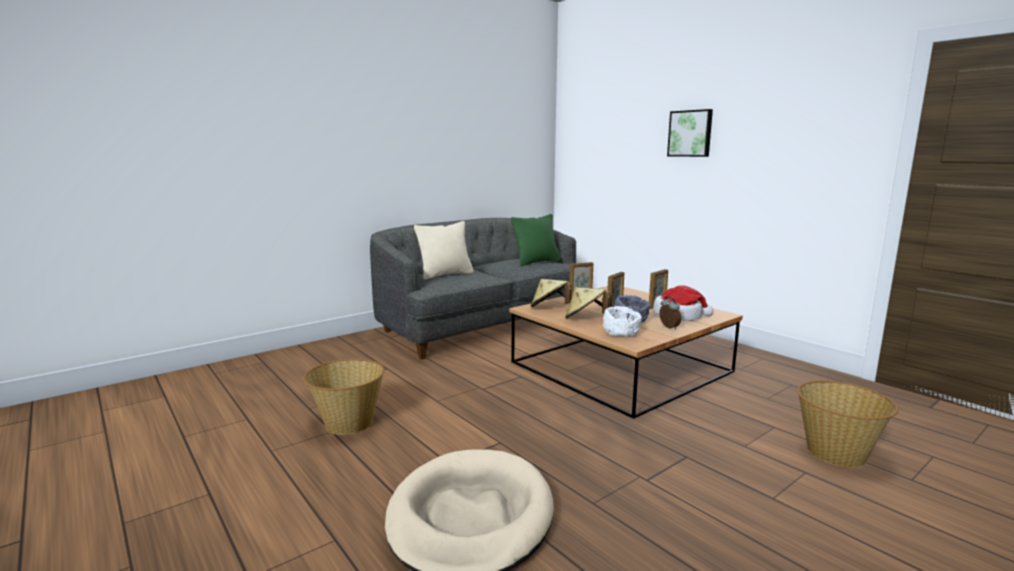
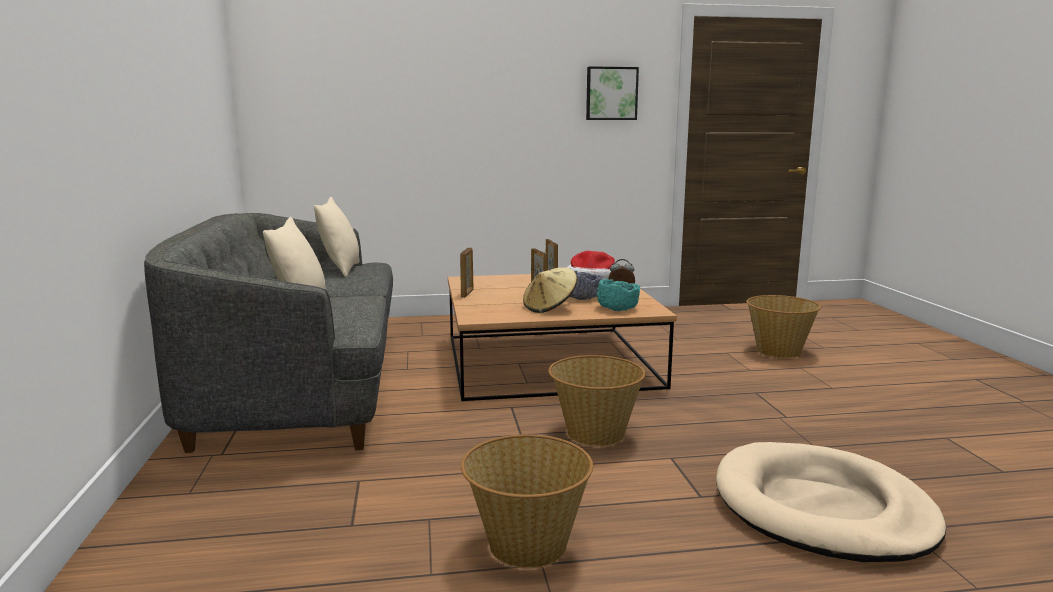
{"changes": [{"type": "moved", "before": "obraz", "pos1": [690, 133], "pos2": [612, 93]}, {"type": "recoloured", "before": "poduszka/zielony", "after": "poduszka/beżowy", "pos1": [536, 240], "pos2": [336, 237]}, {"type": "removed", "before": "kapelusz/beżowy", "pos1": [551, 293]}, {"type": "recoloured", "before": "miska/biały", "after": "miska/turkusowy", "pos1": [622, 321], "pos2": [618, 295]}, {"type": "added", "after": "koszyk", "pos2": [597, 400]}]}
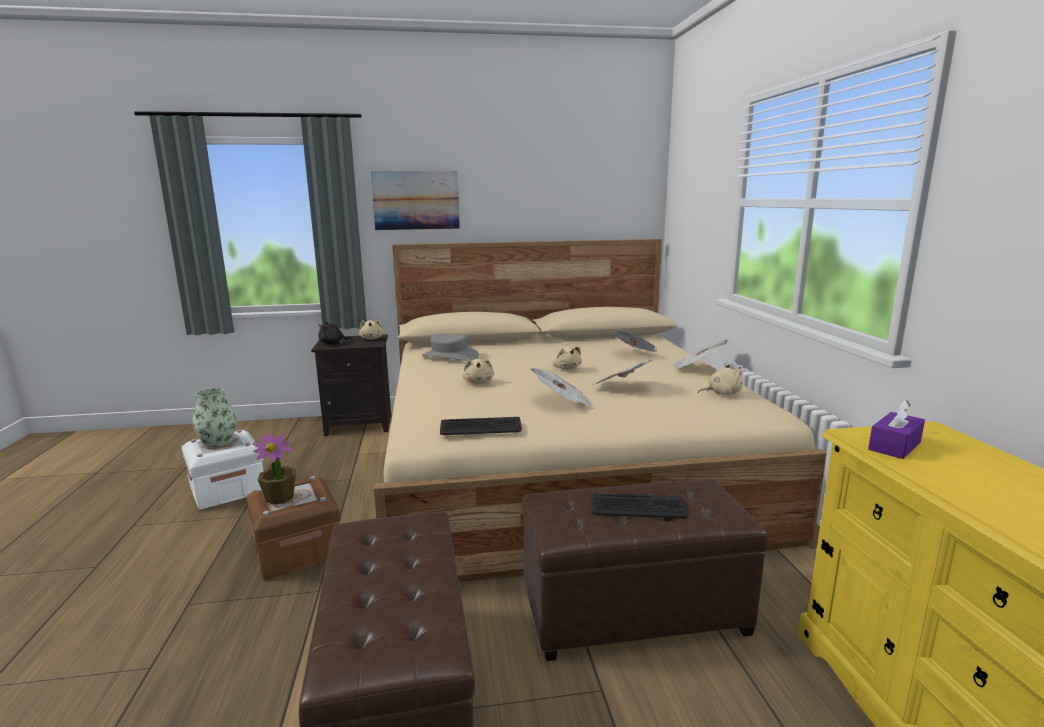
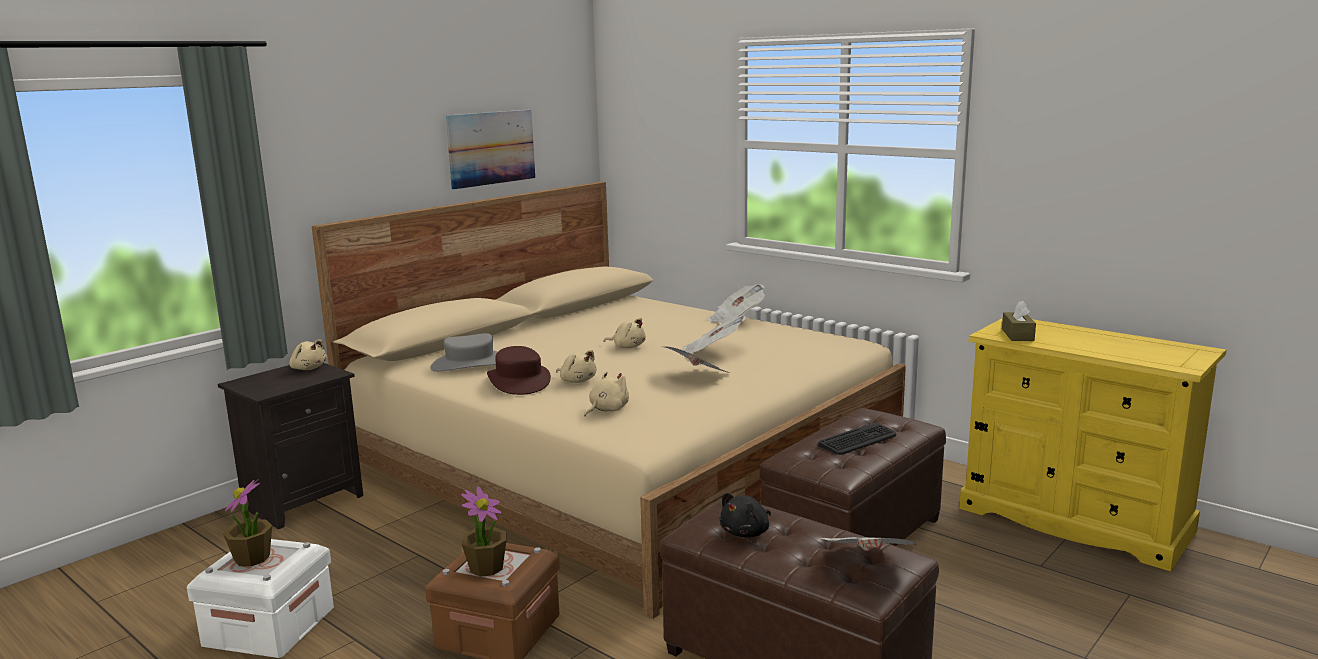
{"changes": [{"type": "moved", "before": "obraz", "pos1": [415, 200], "pos2": [490, 150]}, {"type": "moved", "before": "pluszak/czarny", "pos1": [335, 333], "pos2": [745, 515]}, {"type": "moved", "before": "gazeta", "pos1": [633, 341], "pos2": [868, 544]}, {"type": "moved", "before": "pluszak/beżowy", "pos1": [720, 379], "pos2": [606, 394]}, {"type": "replaced", "before": "wazon", "after": "roślina doniczkowa", "pos1": [215, 418], "pos2": [247, 522]}, {"type": "recoloured", "before": "pudełko chusteczek/fioletowy", "after": "pudełko chusteczek/brązowy", "pos1": [896, 429], "pos2": [1019, 320]}, {"type": "removed", "before": "klawiatura", "pos1": [481, 426]}, {"type": "added", "after": "kapelusz/brązowy", "pos2": [519, 370]}]}
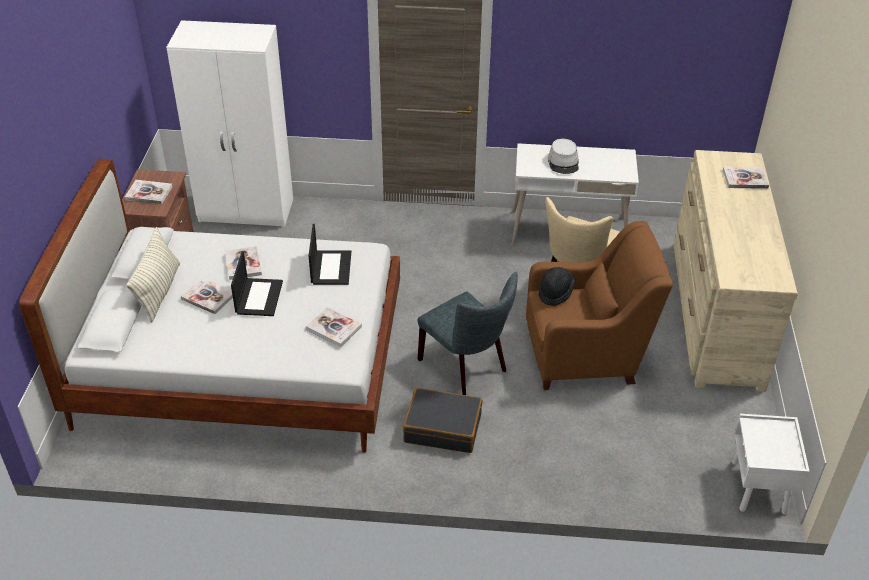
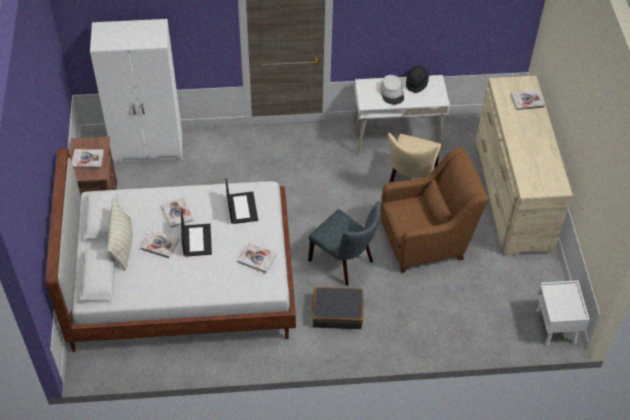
{"changes": [{"type": "moved", "before": "kapelusz/czarny", "pos1": [557, 286], "pos2": [417, 79]}]}
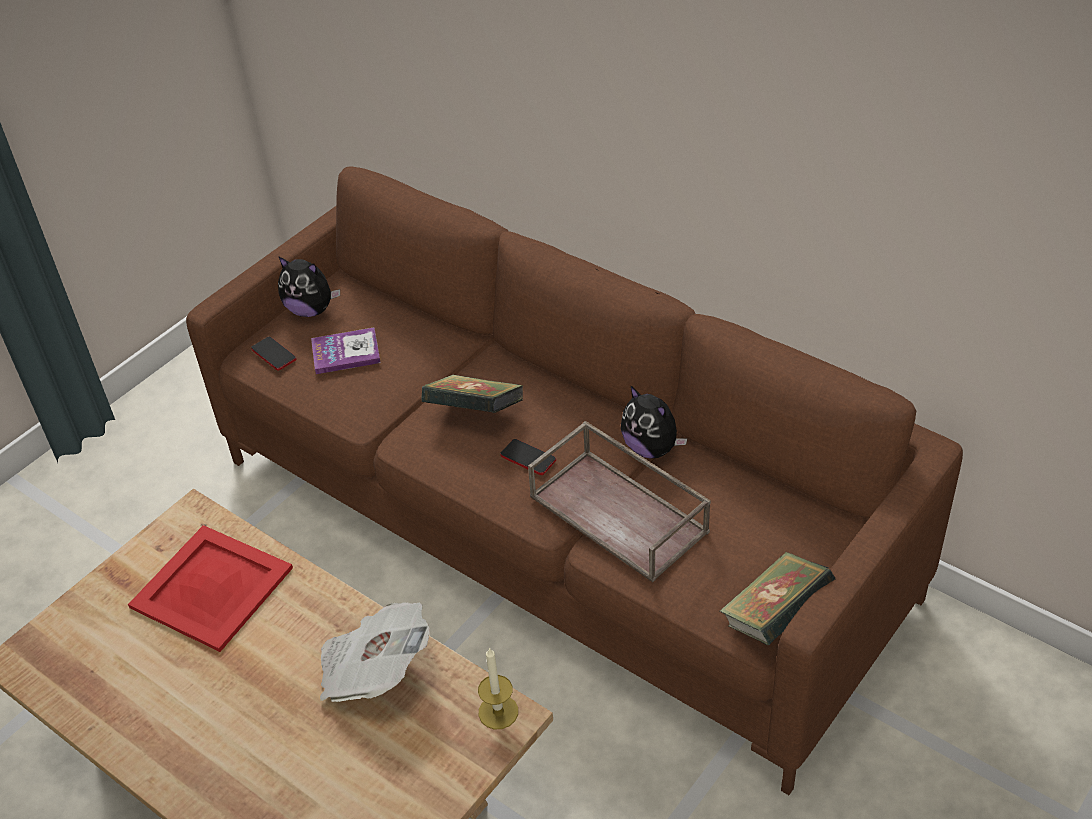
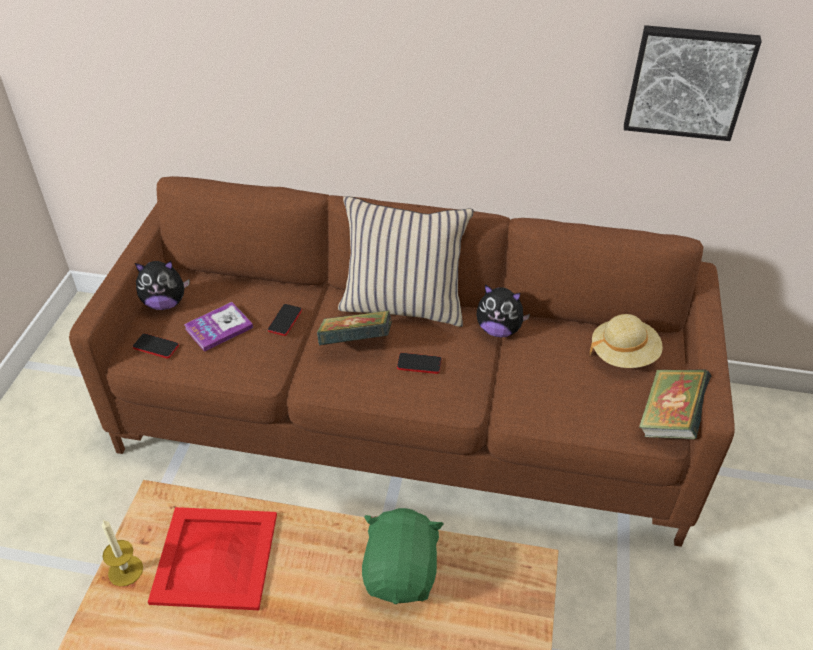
{"changes": [{"type": "removed", "before": "taca/brązowy", "pos1": [619, 501]}, {"type": "replaced", "before": "gazeta", "after": "pluszak/zielony", "pos1": [375, 652], "pos2": [402, 556]}, {"type": "moved", "before": "świeca", "pos1": [498, 688], "pos2": [122, 552]}, {"type": "added", "after": "obraz", "pos2": [693, 83]}, {"type": "added", "after": "poduszka/beżowy", "pos2": [406, 261]}, {"type": "added", "after": "telefon", "pos2": [285, 320]}, {"type": "added", "after": "kapelusz/beżowy", "pos2": [626, 341]}]}
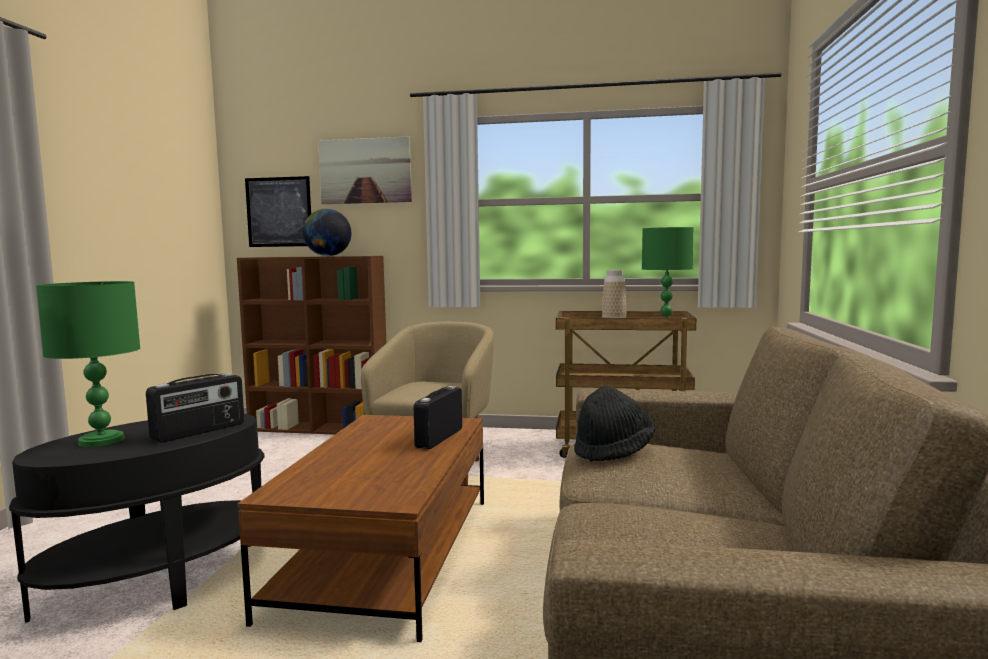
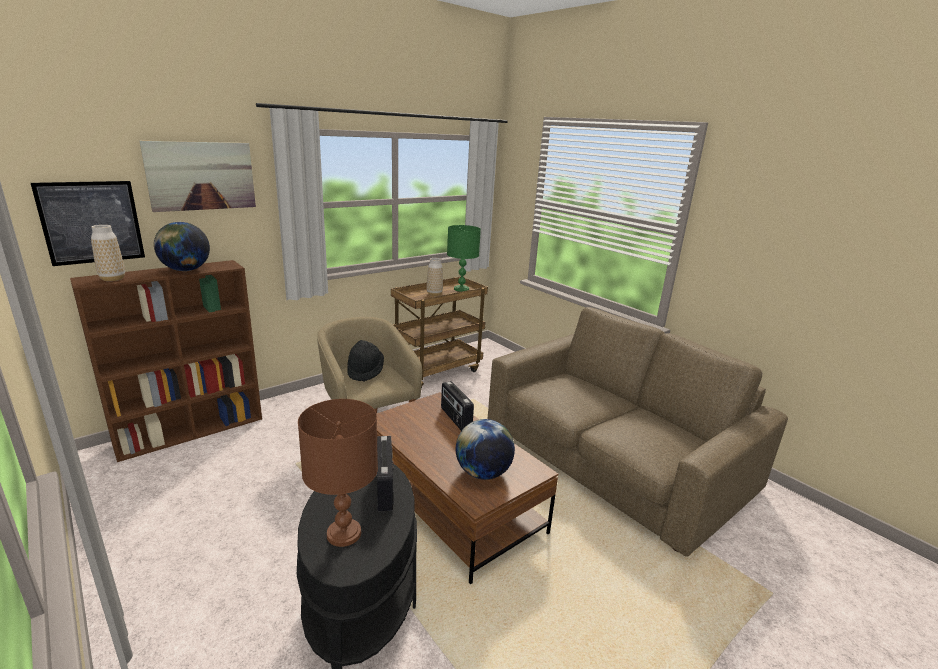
{"changes": [{"type": "recoloured", "before": "lampa stołowa/zielony", "after": "lampa stołowa/brązowy", "pos1": [88, 364], "pos2": [338, 473]}, {"type": "moved", "before": "kapelusz/czarny", "pos1": [614, 423], "pos2": [365, 361]}, {"type": "added", "after": "wazon", "pos2": [108, 253]}, {"type": "added", "after": "globus", "pos2": [485, 449]}]}
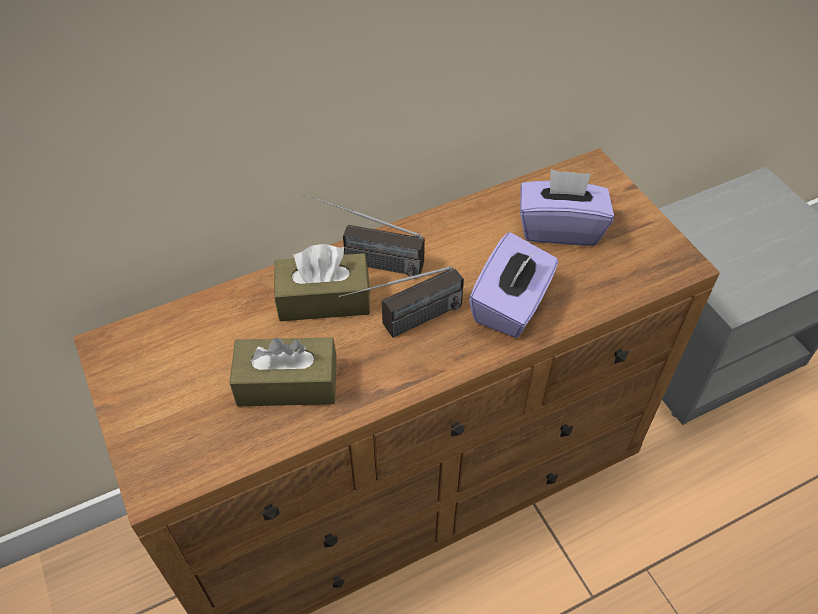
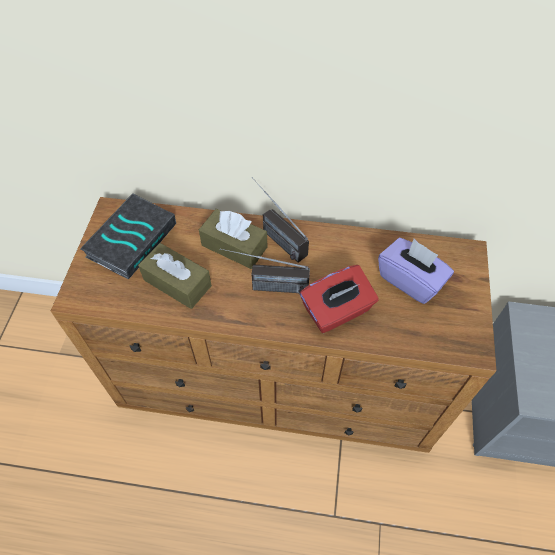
{"changes": [{"type": "recoloured", "before": "pudełko chusteczek/fioletowy", "after": "pudełko chusteczek/czerwony", "pos1": [513, 285], "pos2": [339, 299]}, {"type": "added", "after": "książka", "pos2": [128, 236]}]}
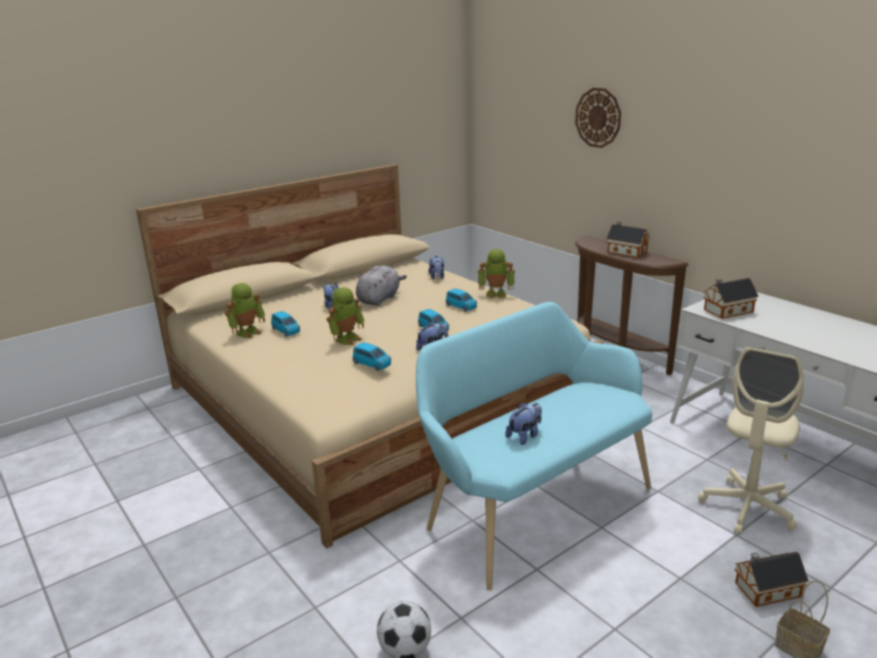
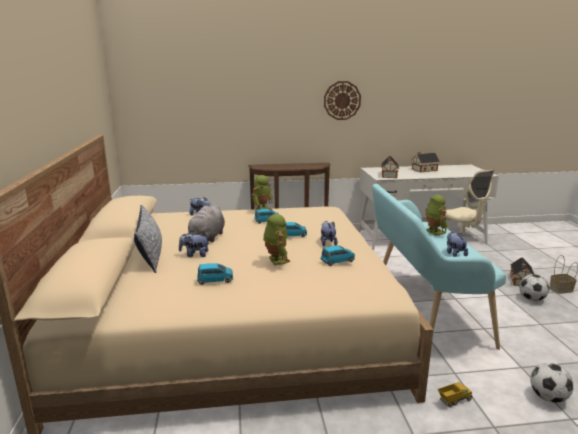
{"changes": [{"type": "moved", "before": "zegar ścienny", "pos1": [598, 118], "pos2": [342, 100]}, {"type": "moved", "before": "domek", "pos1": [628, 239], "pos2": [425, 162]}, {"type": "turned", "before": "pluszak/szary", "pos1": [381, 286], "pos2": [204, 222], "turn": -135}, {"type": "moved", "before": "robot zabawkowy", "pos1": [245, 310], "pos2": [436, 215]}, {"type": "added", "after": "poduszka", "pos2": [148, 238]}, {"type": "added", "after": "piłka futbolowa", "pos2": [534, 287]}, {"type": "added", "after": "ciężarówka zabawkowa", "pos2": [455, 394]}]}
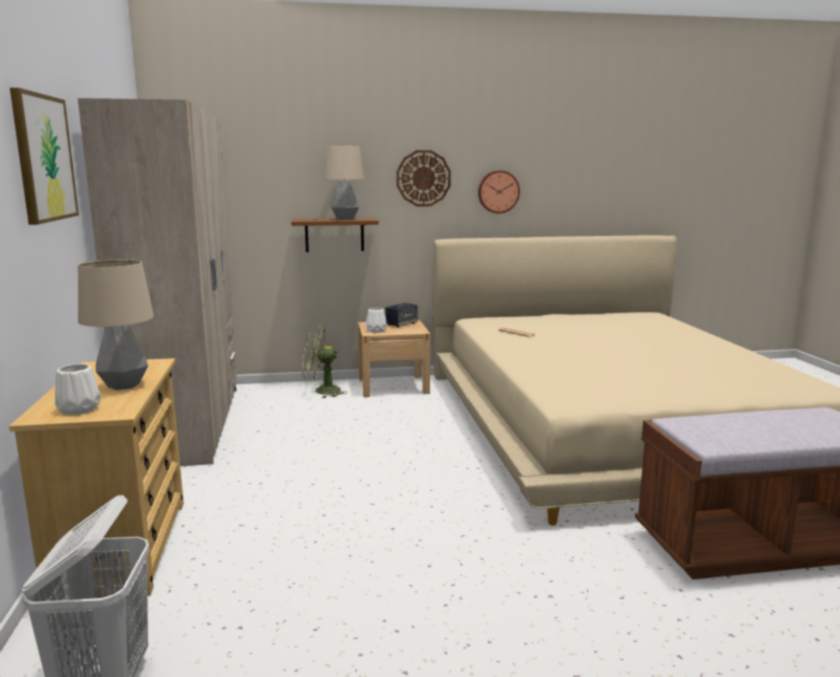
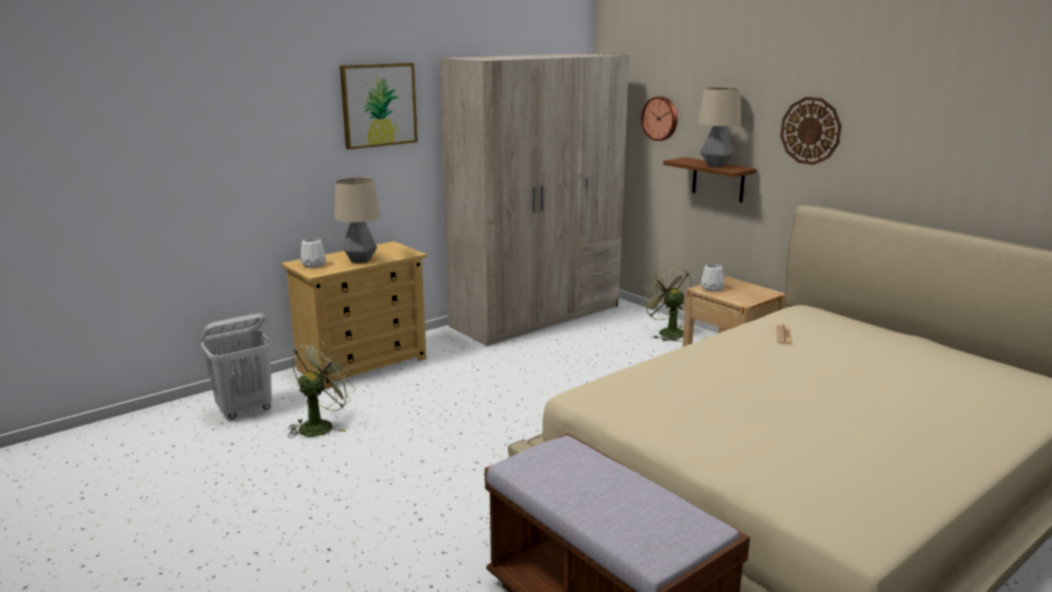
{"changes": [{"type": "moved", "before": "zegar ścienny", "pos1": [499, 192], "pos2": [659, 118]}, {"type": "removed", "before": "głośnik", "pos1": [401, 315]}, {"type": "added", "after": "wentylator/zielony", "pos2": [322, 389]}]}
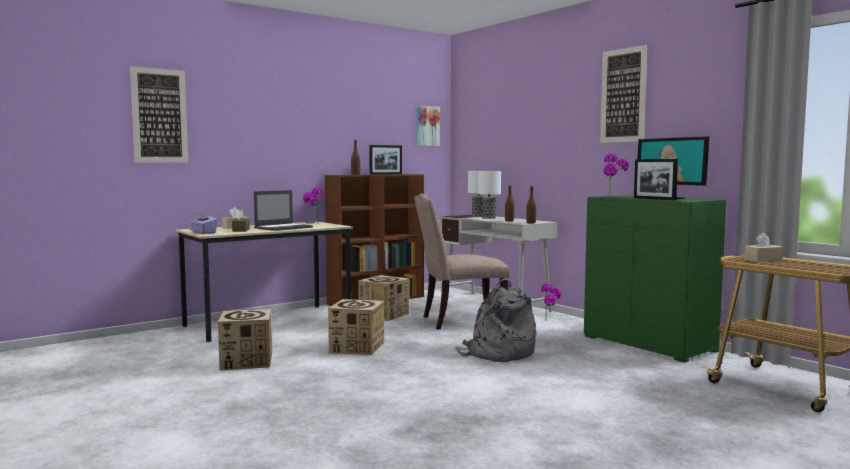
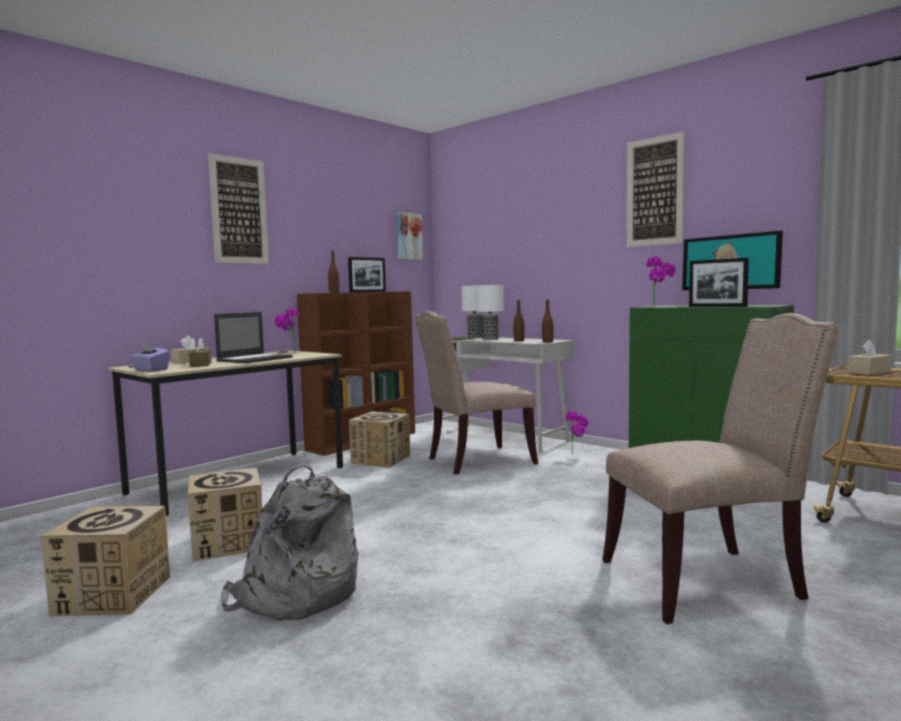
{"changes": [{"type": "moved", "before": "obraz", "pos1": [159, 114], "pos2": [238, 208]}, {"type": "moved", "before": "plecak/szary", "pos1": [496, 320], "pos2": [290, 542]}, {"type": "moved", "before": "karton", "pos1": [356, 327], "pos2": [105, 561]}, {"type": "added", "after": "krzesło/beżowy", "pos2": [720, 468]}]}
